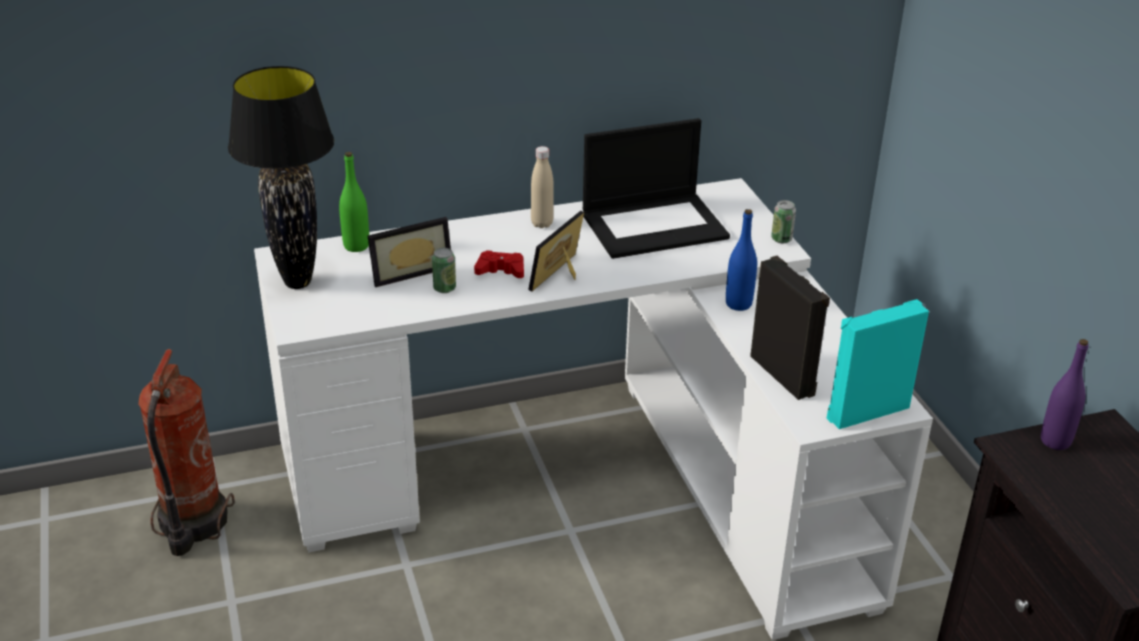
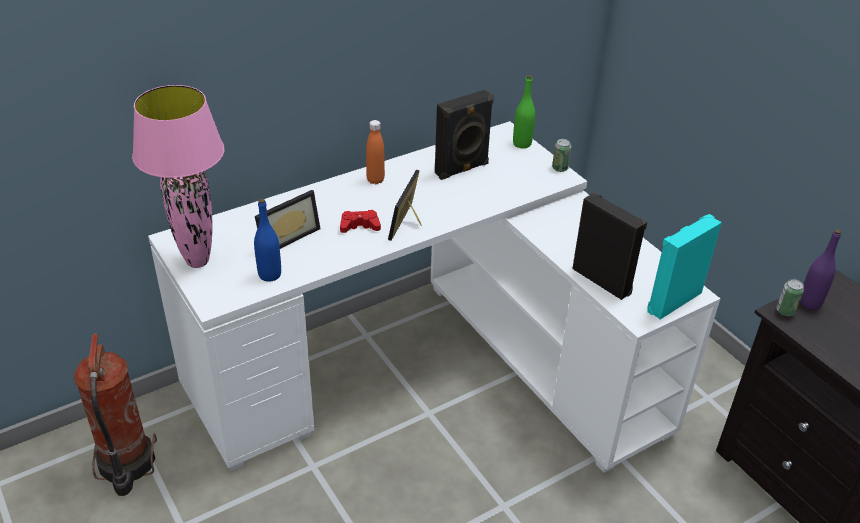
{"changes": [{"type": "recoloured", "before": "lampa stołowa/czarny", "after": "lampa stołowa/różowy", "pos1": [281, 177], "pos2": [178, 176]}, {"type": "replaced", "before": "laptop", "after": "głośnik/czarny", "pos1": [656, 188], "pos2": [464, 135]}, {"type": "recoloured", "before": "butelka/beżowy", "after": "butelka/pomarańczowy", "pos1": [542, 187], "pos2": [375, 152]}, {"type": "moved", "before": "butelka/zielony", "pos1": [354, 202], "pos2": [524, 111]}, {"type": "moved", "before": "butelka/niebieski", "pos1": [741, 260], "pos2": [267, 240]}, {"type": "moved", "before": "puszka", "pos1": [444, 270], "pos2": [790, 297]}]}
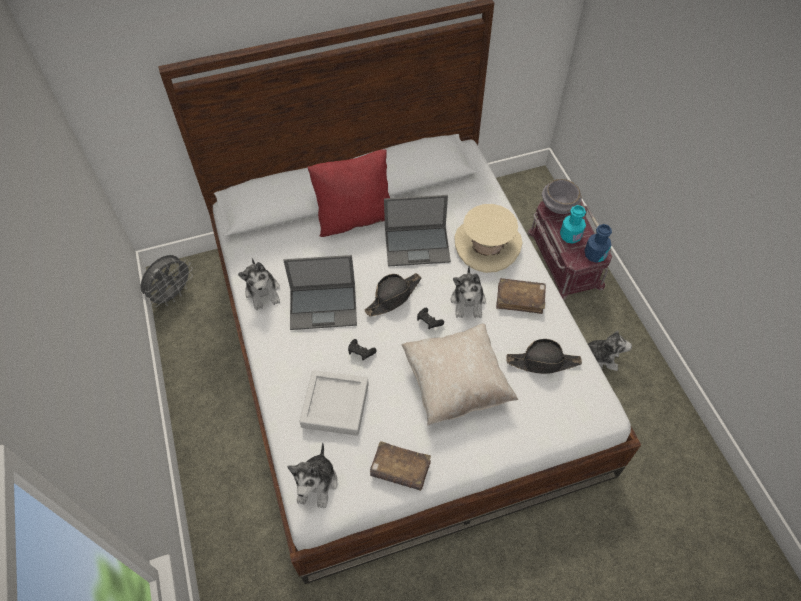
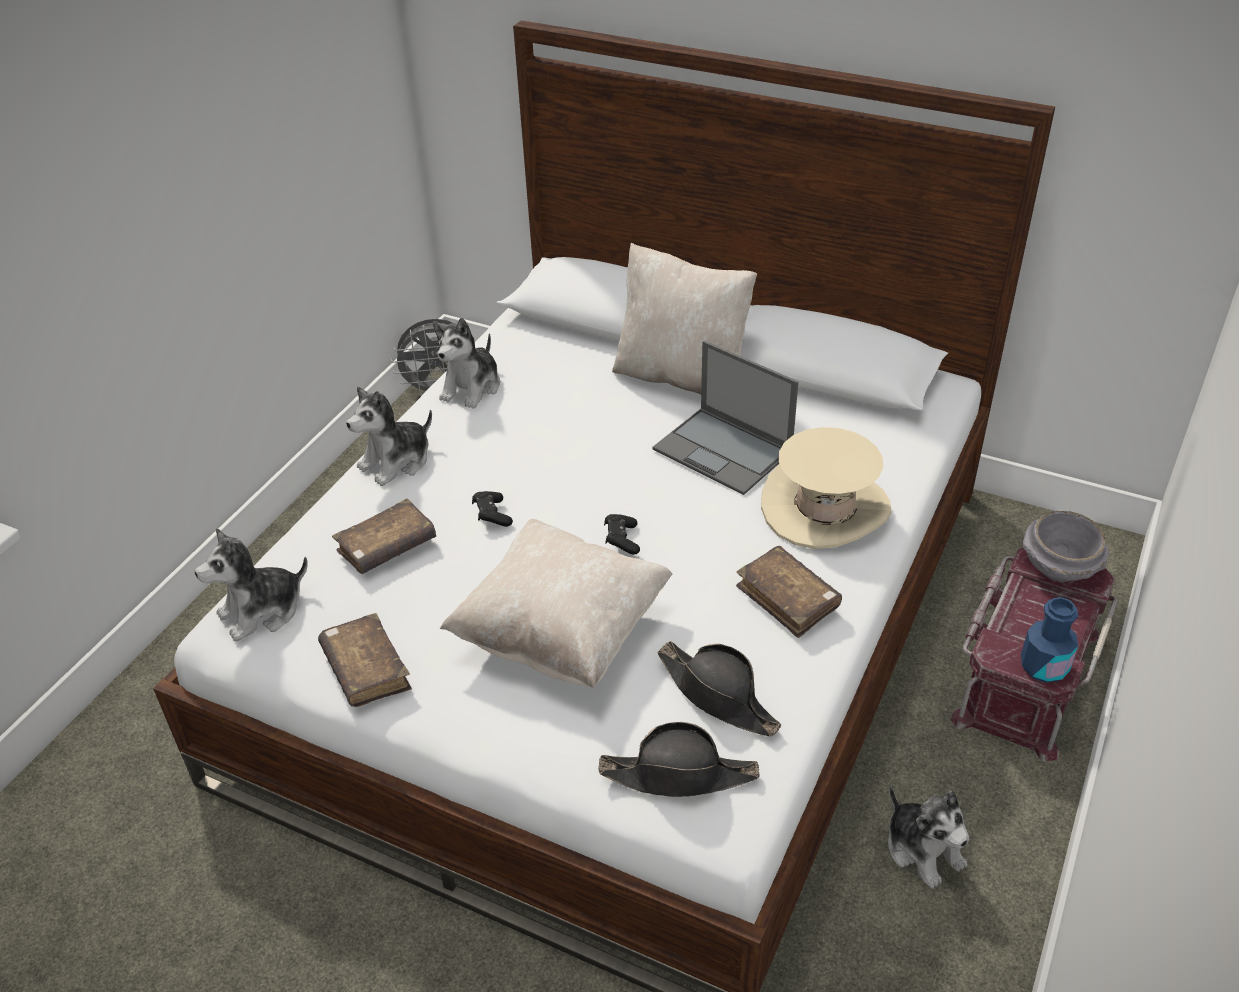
{"changes": [{"type": "recoloured", "before": "poduszka/czerwony", "after": "poduszka/beżowy", "pos1": [348, 193], "pos2": [684, 318]}, {"type": "removed", "before": "butelka/turkusowy", "pos1": [573, 224]}, {"type": "removed", "before": "laptop", "pos1": [320, 292]}, {"type": "moved", "before": "pluszak", "pos1": [468, 292], "pos2": [389, 436]}, {"type": "moved", "before": "kapelusz/czarny", "pos1": [393, 294], "pos2": [679, 759]}, {"type": "replaced", "before": "taca/szary", "after": "książka/brązowy", "pos1": [334, 403], "pos2": [384, 536]}]}
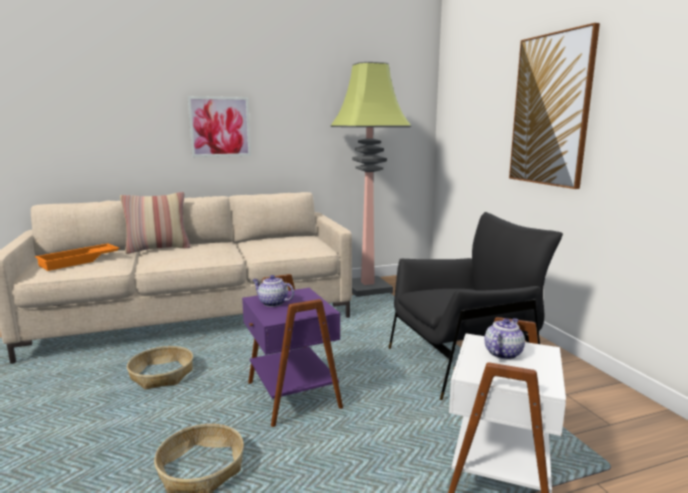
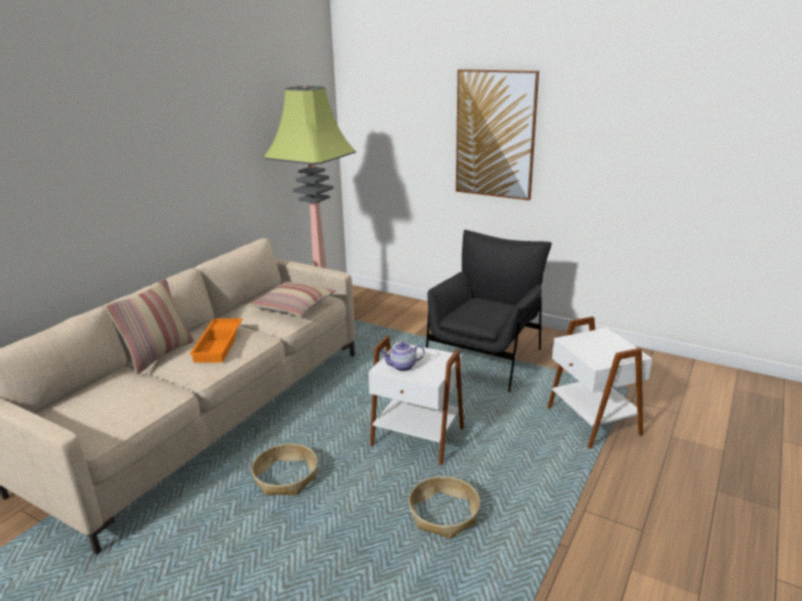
{"changes": [{"type": "removed", "before": "obraz", "pos1": [219, 126]}, {"type": "moved", "before": "taca/pomarańczowy", "pos1": [77, 257], "pos2": [216, 340]}, {"type": "recoloured", "before": "stolik/fioletowy", "after": "stolik/biały", "pos1": [292, 350], "pos2": [416, 400]}, {"type": "removed", "before": "imbryk", "pos1": [504, 339]}, {"type": "added", "after": "poduszka", "pos2": [292, 298]}]}
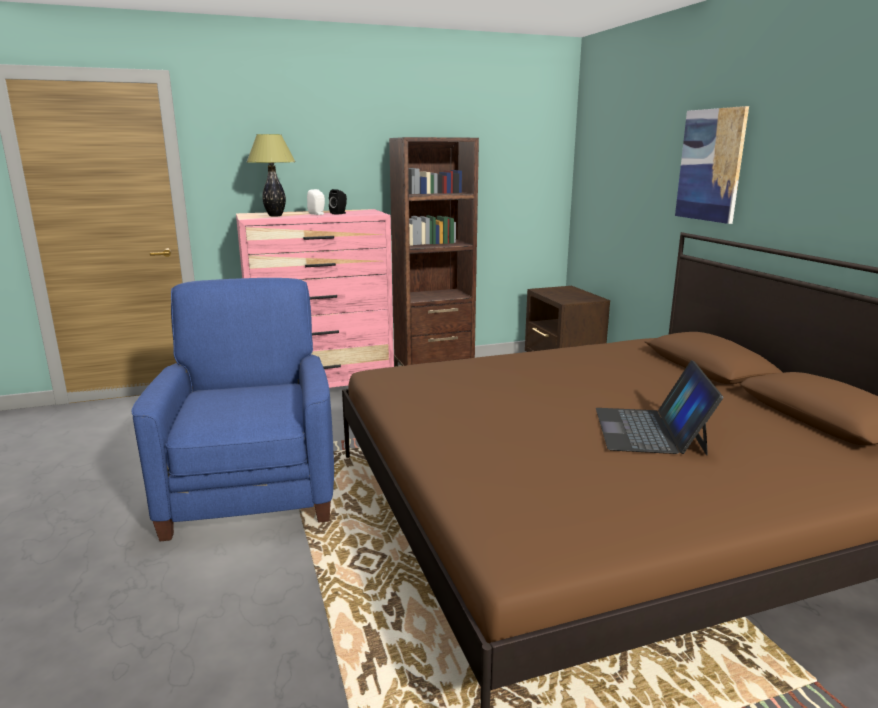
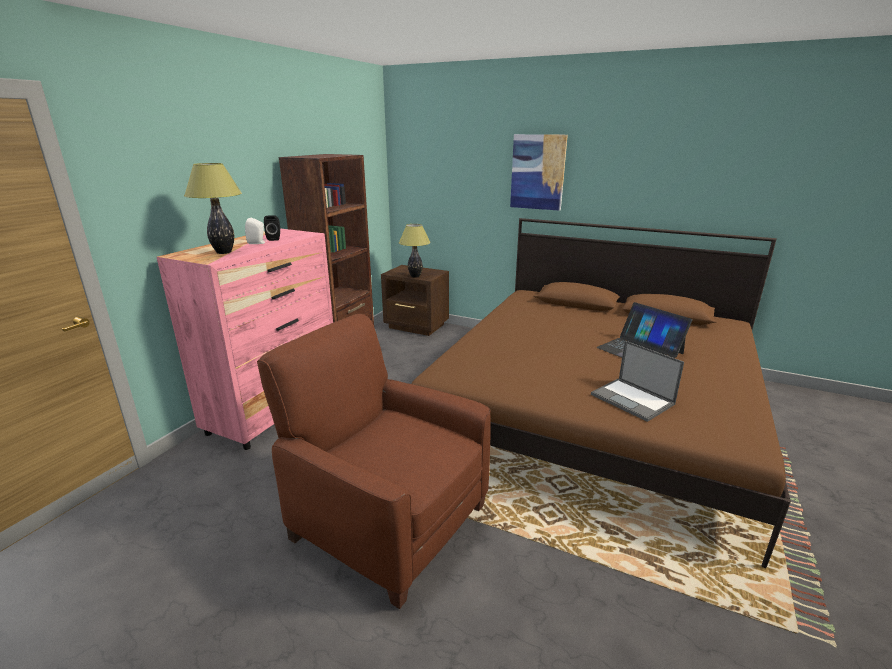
{"changes": [{"type": "recoloured", "before": "fotel/niebieski", "after": "fotel/brązowy", "pos1": [232, 410], "pos2": [374, 461]}, {"type": "added", "after": "lampa stołowa", "pos2": [415, 251]}, {"type": "added", "after": "laptop", "pos2": [637, 381]}]}
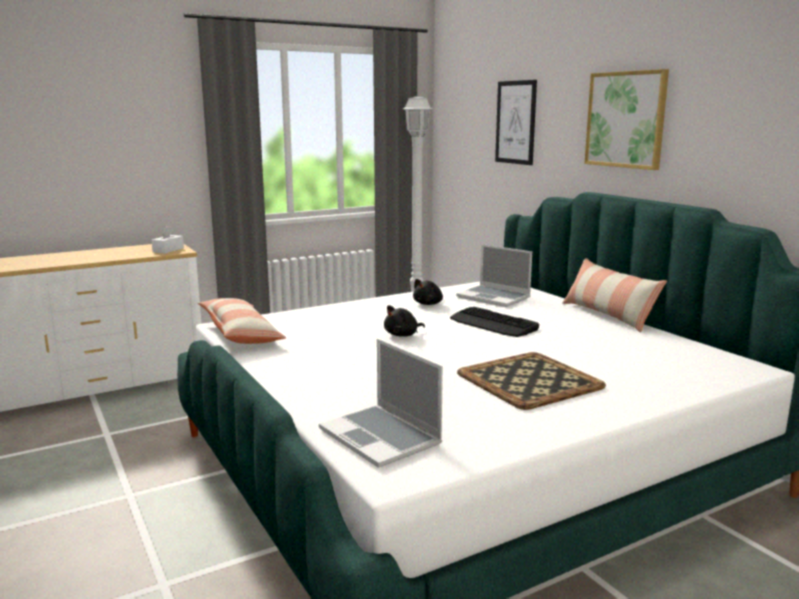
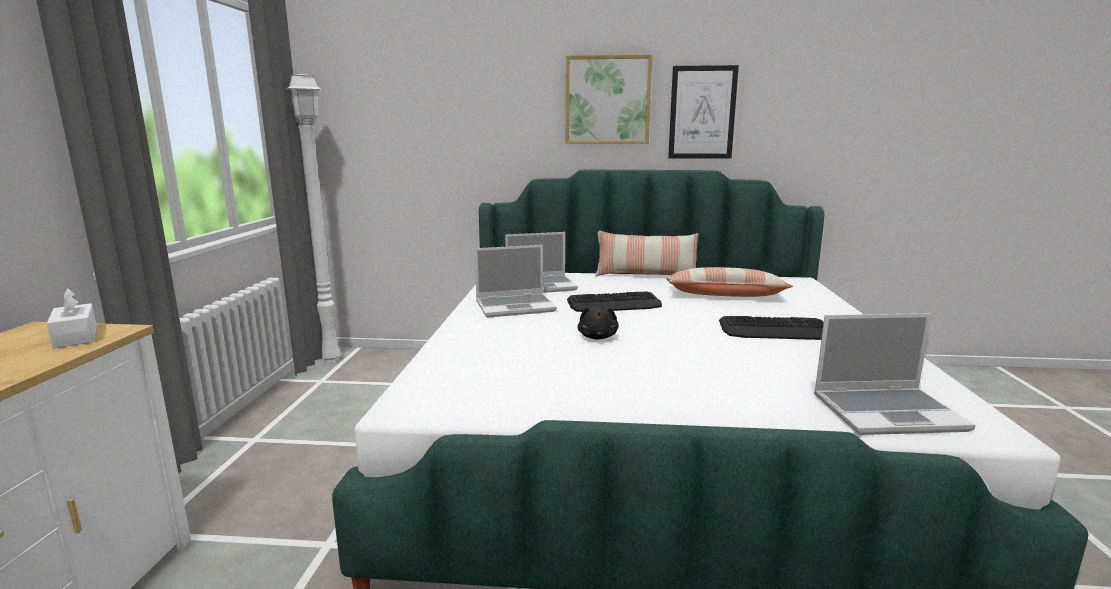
{"changes": [{"type": "moved", "before": "obraz", "pos1": [516, 122], "pos2": [703, 112]}, {"type": "replaced", "before": "pluszak/czarny", "after": "laptop", "pos1": [428, 292], "pos2": [516, 281]}, {"type": "moved", "before": "poduszka", "pos1": [242, 321], "pos2": [729, 282]}, {"type": "replaced", "before": "taca", "after": "klawiatura", "pos1": [531, 381], "pos2": [771, 328]}]}
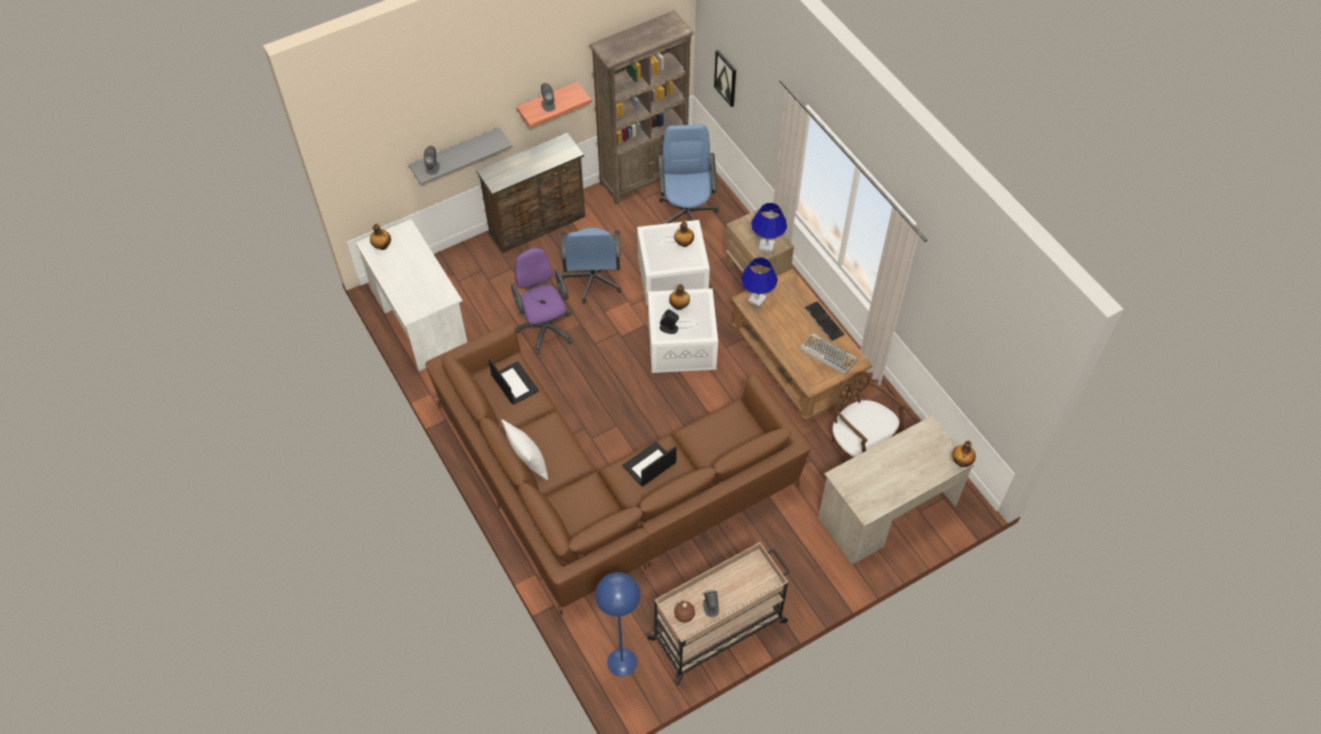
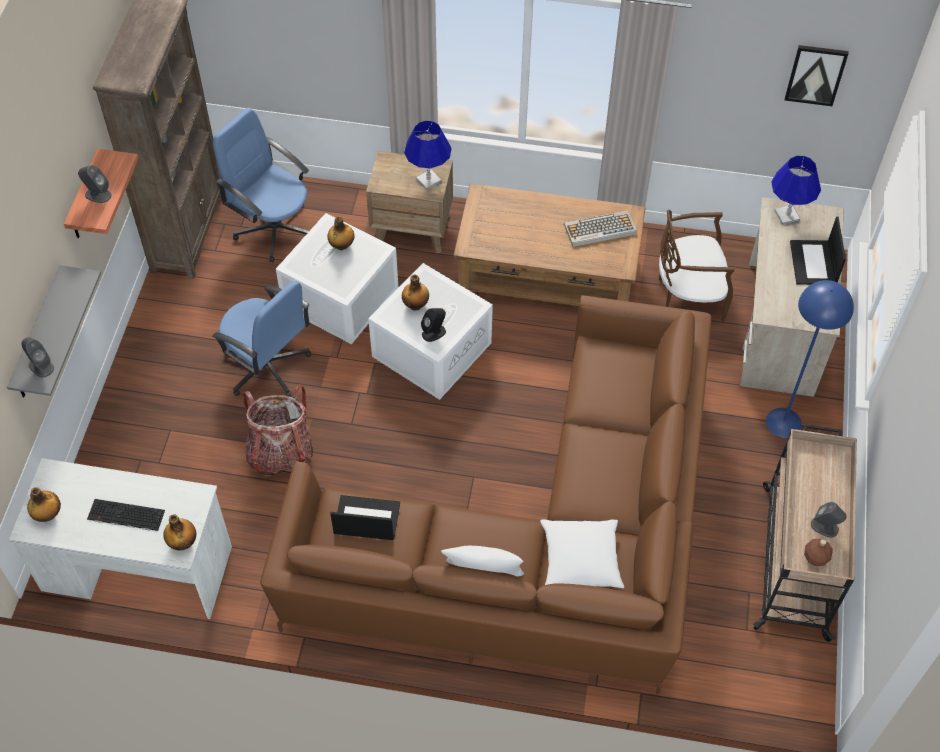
{"changes": [{"type": "moved", "before": "obraz", "pos1": [725, 78], "pos2": [817, 75]}, {"type": "removed", "before": "komoda/brązowy", "pos1": [531, 193]}, {"type": "replaced", "before": "krzesło biurowe/fioletowy", "after": "plecak", "pos1": [542, 300], "pos2": [277, 431]}, {"type": "moved", "before": "lampa stołowa/niebieski", "pos1": [759, 282], "pos2": [796, 190]}, {"type": "moved", "before": "klawiatura", "pos1": [825, 321], "pos2": [126, 515]}, {"type": "moved", "before": "butelka", "pos1": [964, 453], "pos2": [179, 532]}, {"type": "moved", "before": "laptop", "pos1": [649, 463], "pos2": [818, 251]}, {"type": "moved", "before": "lampa stojąca/niebieski", "pos1": [618, 624], "pos2": [810, 359]}, {"type": "added", "after": "poduszka/biały", "pos2": [582, 554]}]}
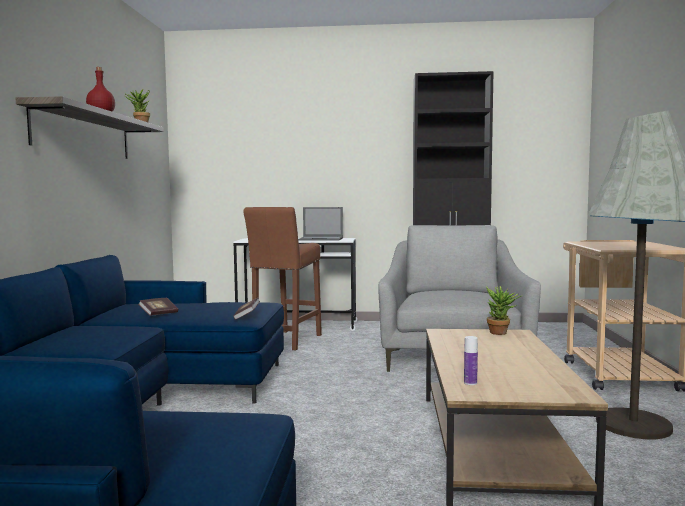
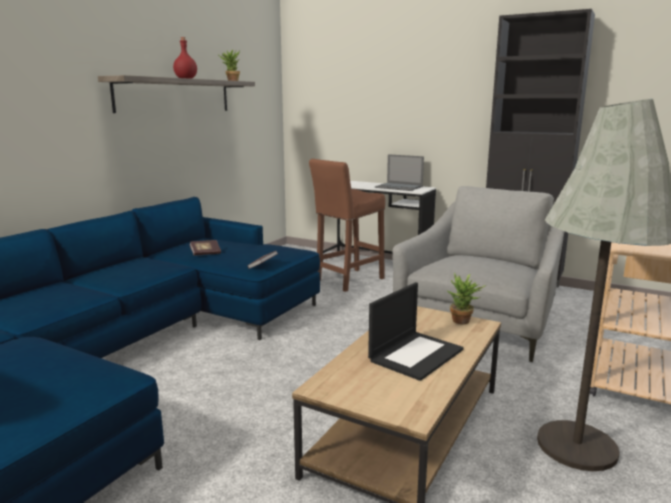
{"changes": [{"type": "removed", "before": "butelka", "pos1": [471, 360]}, {"type": "added", "after": "laptop", "pos2": [416, 331]}]}
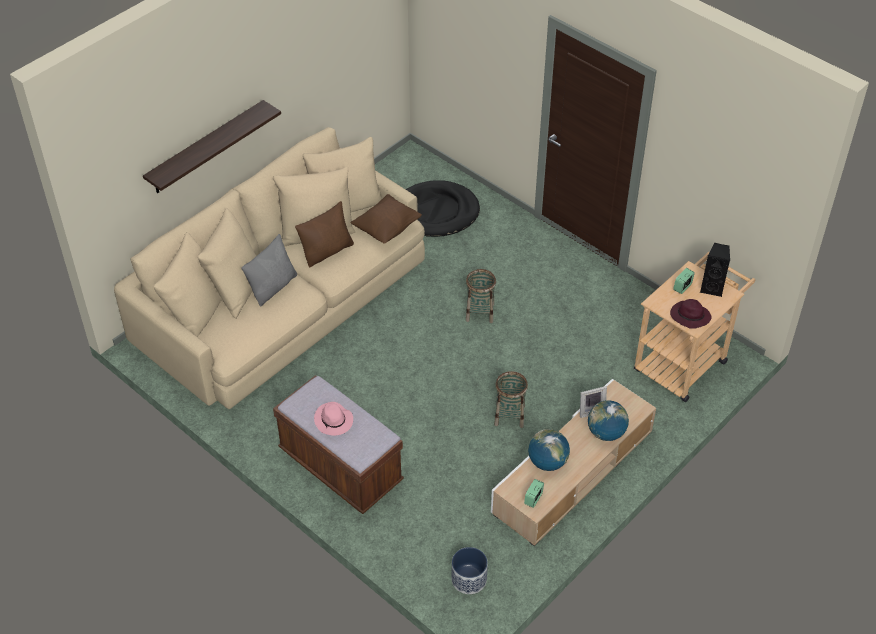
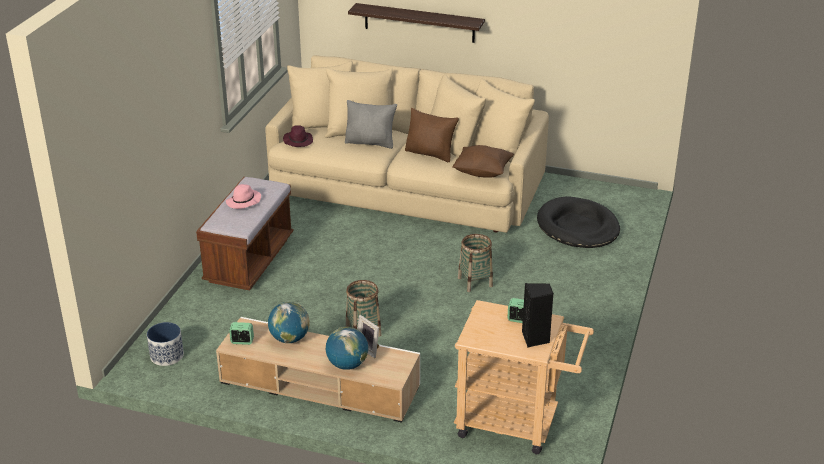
{"changes": [{"type": "moved", "before": "kapelusz/fioletowy", "pos1": [690, 314], "pos2": [298, 136]}]}
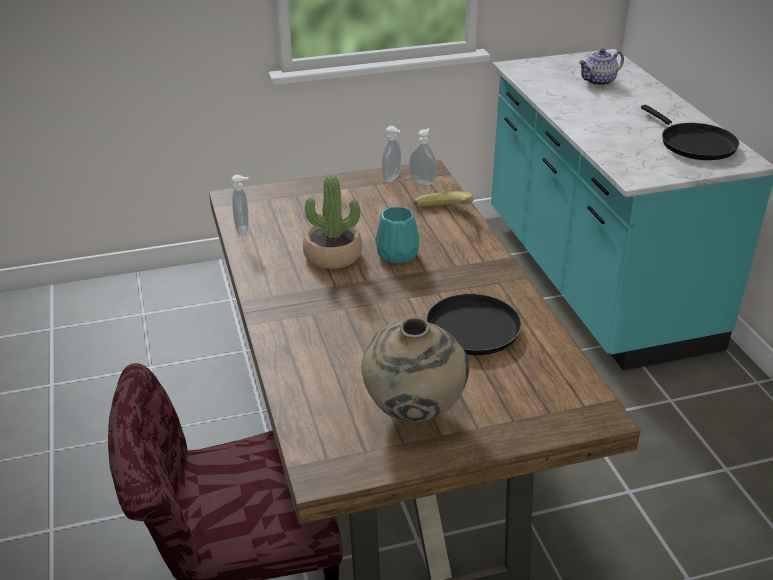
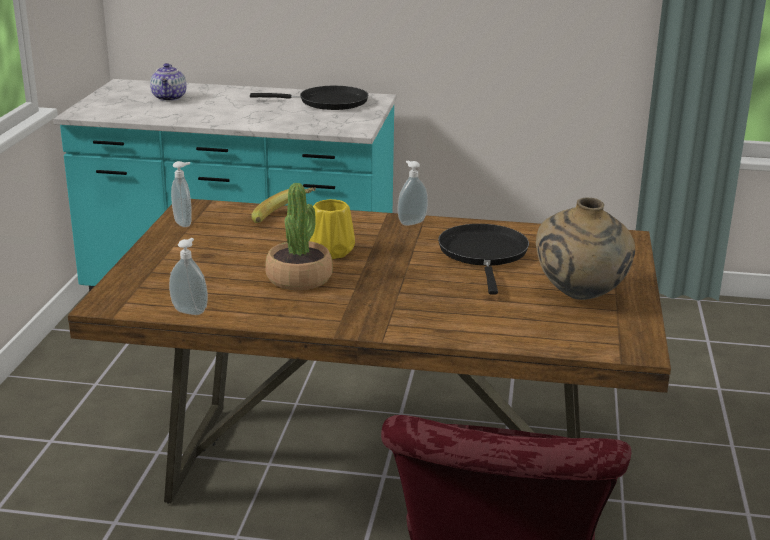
{"changes": [{"type": "moved", "before": "dozownik mydła", "pos1": [423, 156], "pos2": [413, 193]}, {"type": "recoloured", "before": "wazon/turkusowy", "after": "wazon/żółty", "pos1": [397, 235], "pos2": [332, 229]}]}
